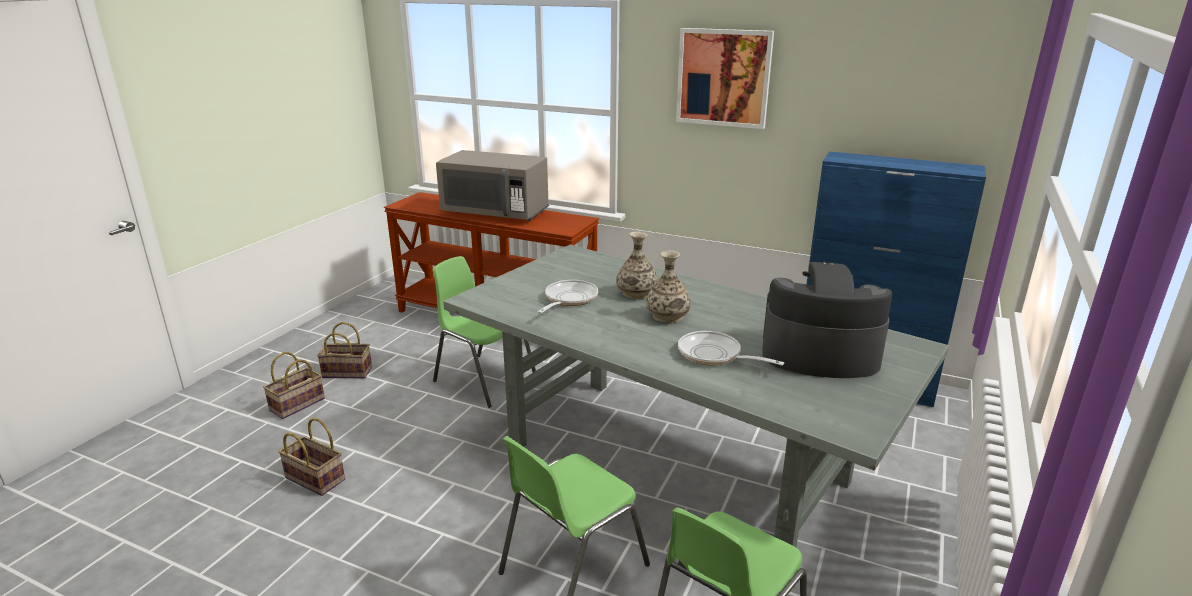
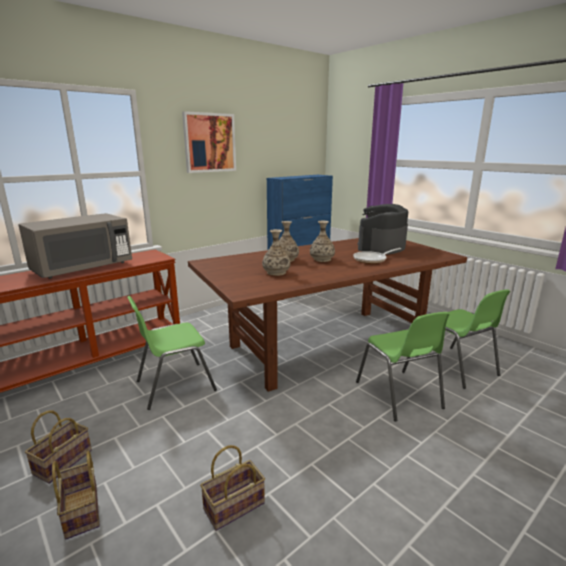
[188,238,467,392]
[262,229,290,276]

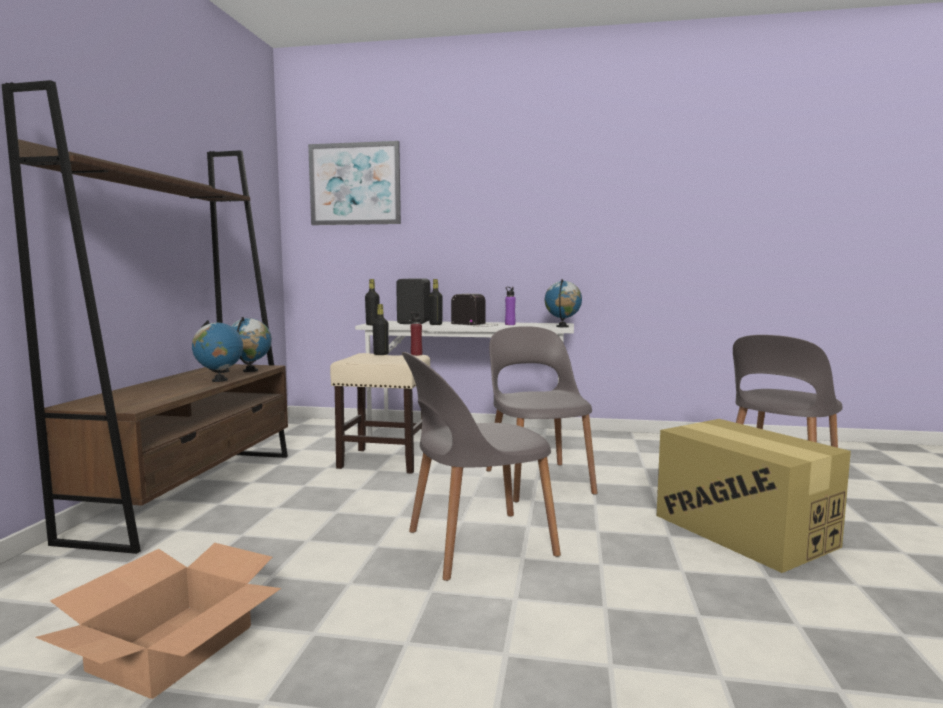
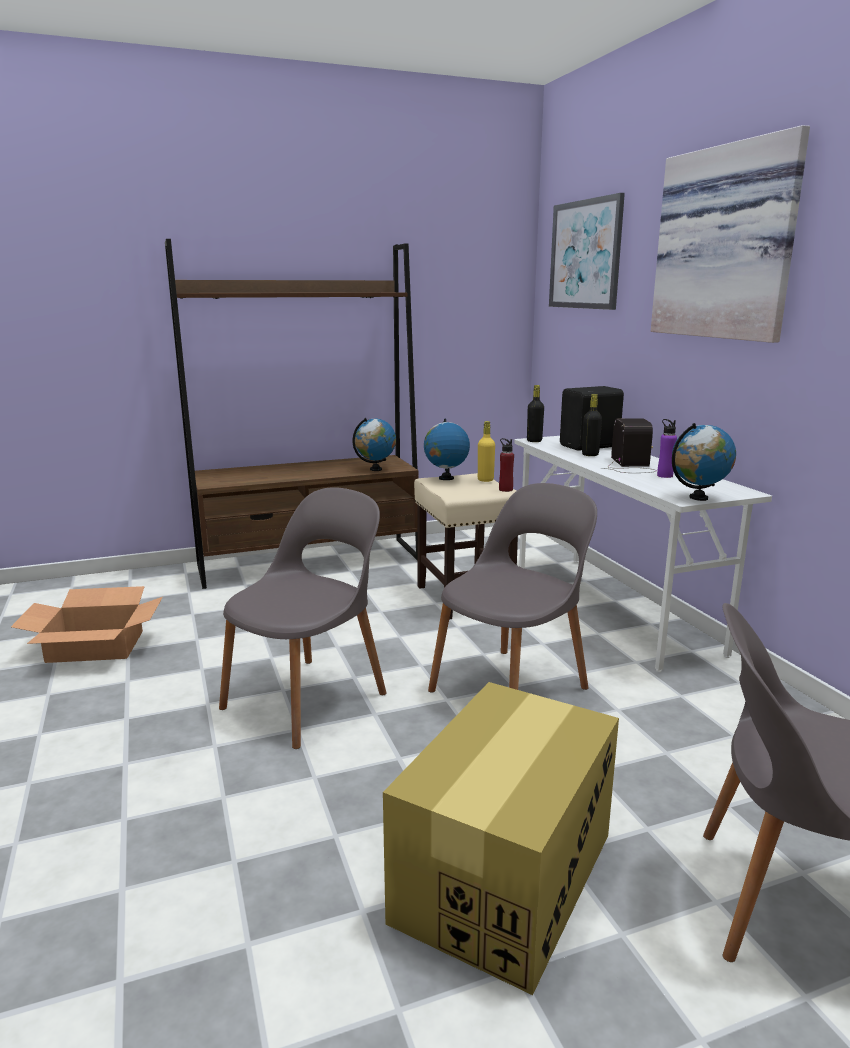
[424,419,470,480]
[478,421,495,482]
[219,487,386,749]
[651,125,810,343]

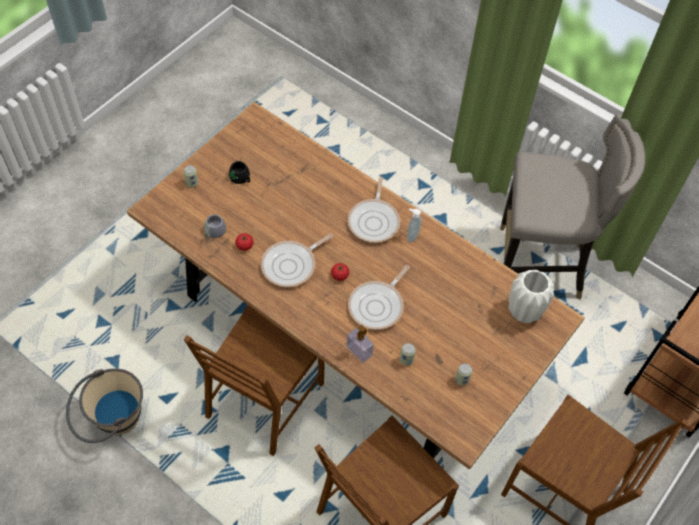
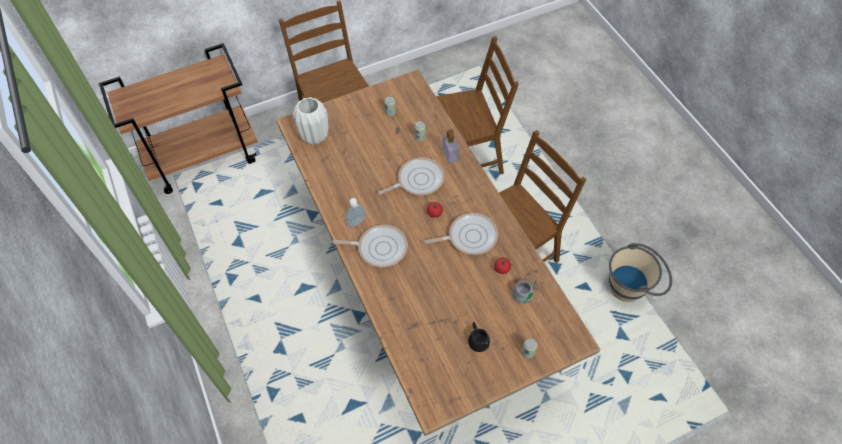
[332,225,408,267]
[500,113,645,300] (first image)

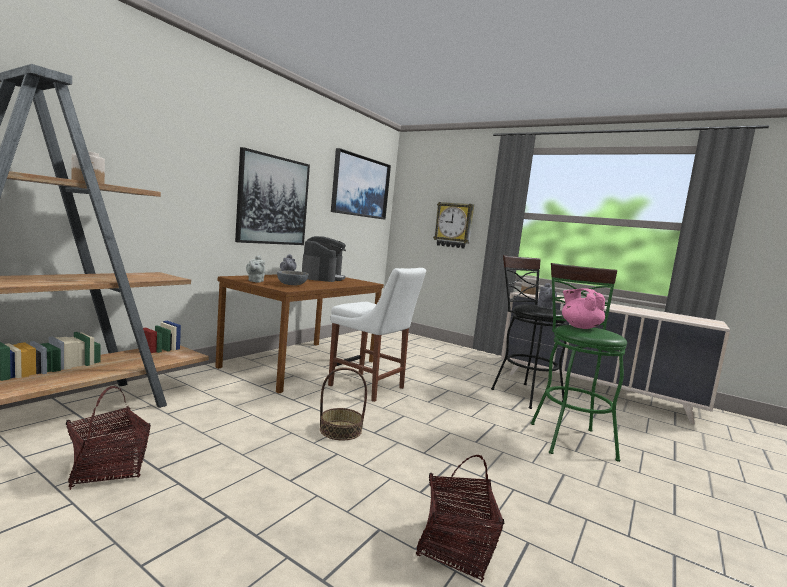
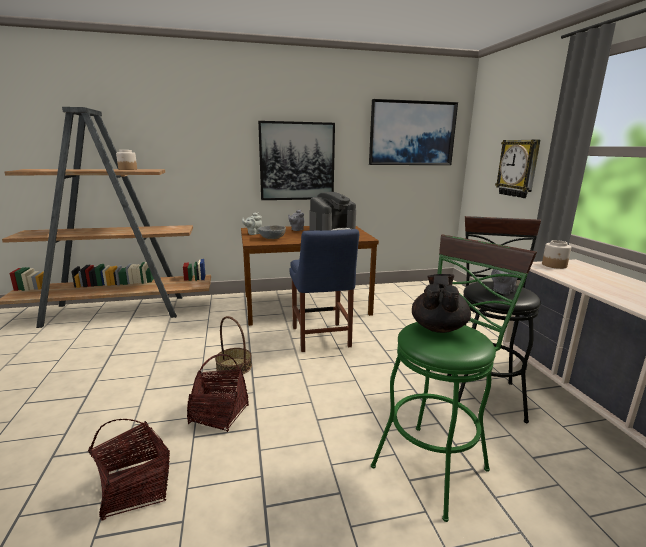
[187,354,249,432]
[290,229,359,352]
[412,274,471,333]

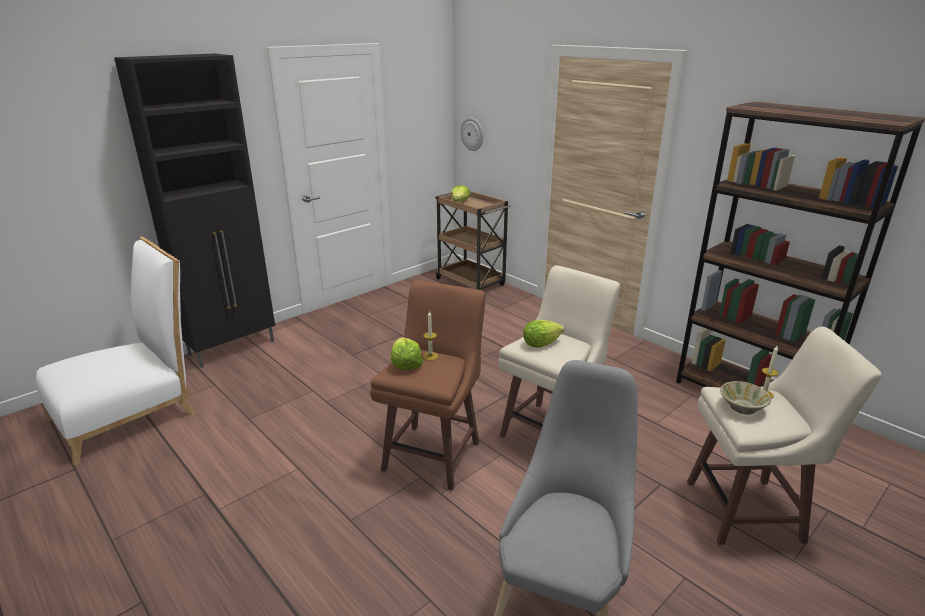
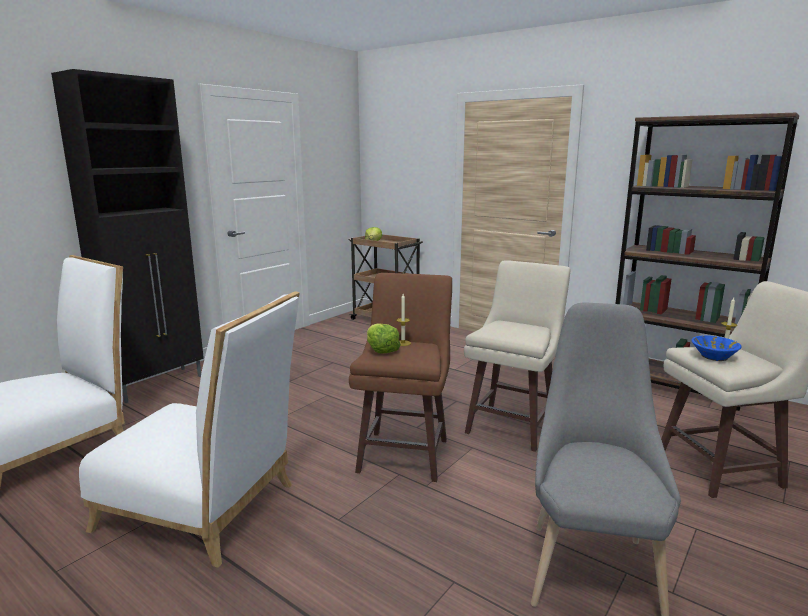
[460,117,483,151] (first image)
[523,320,564,348] (first image)
[691,335,742,361]
[79,291,299,567]

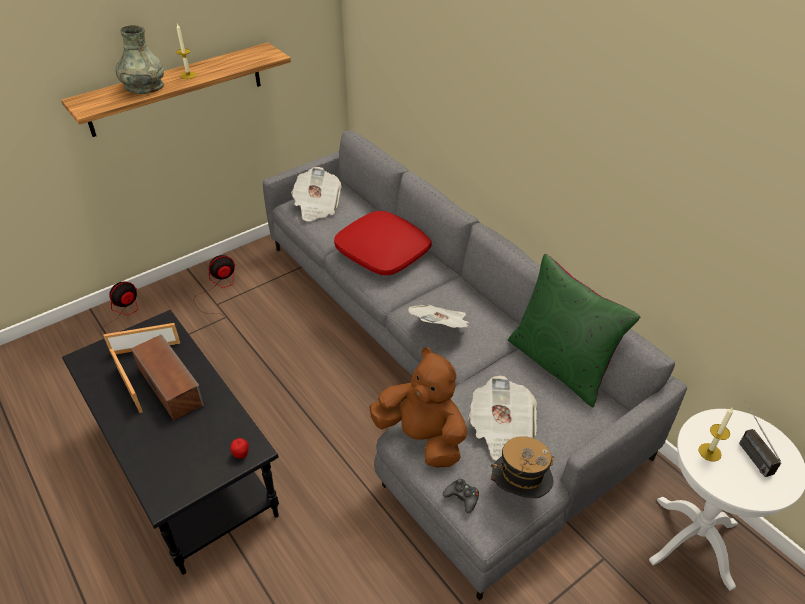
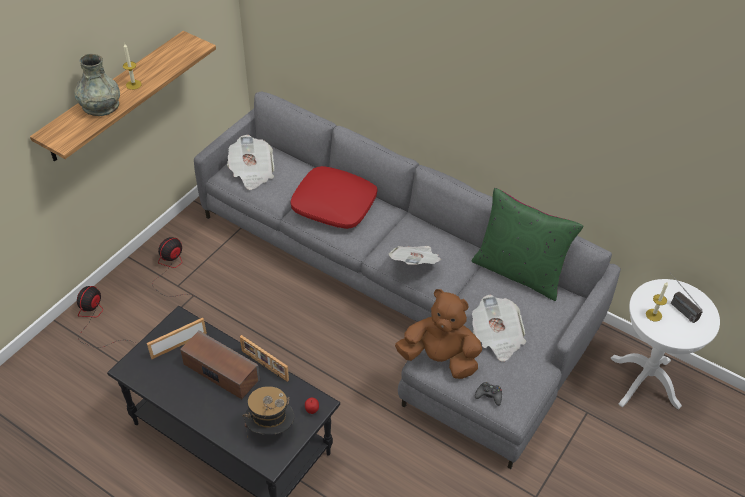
[240,335,289,382]
[242,386,294,438]

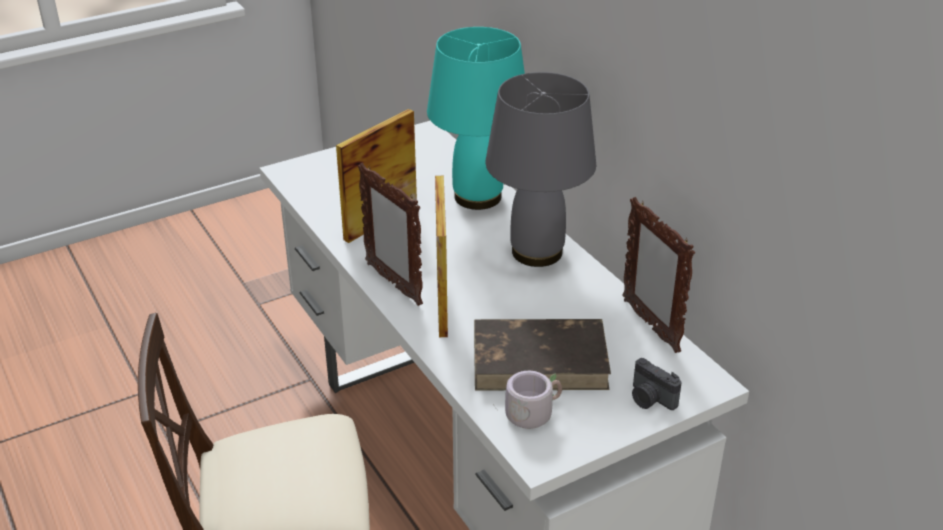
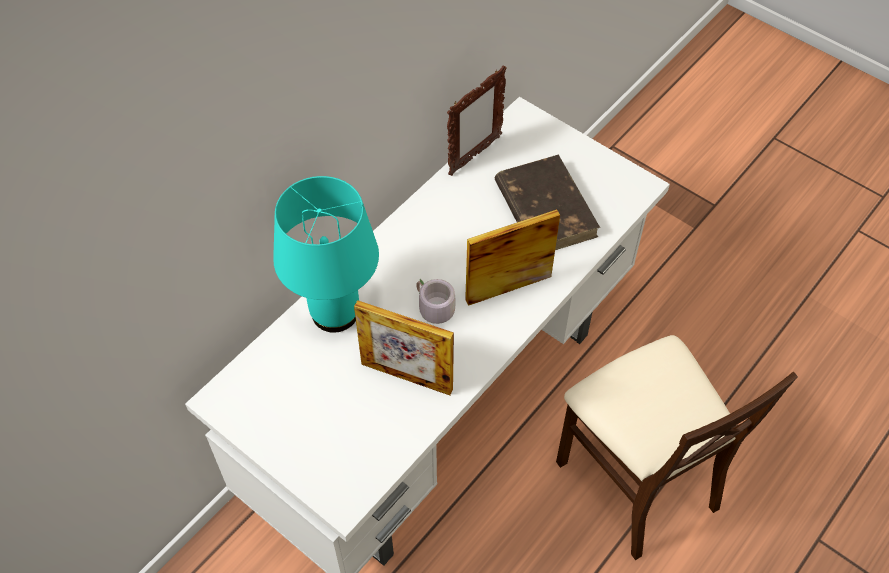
[358,163,423,306] (first image)
[485,72,596,267] (first image)
[416,279,455,324]
[632,358,682,410] (first image)

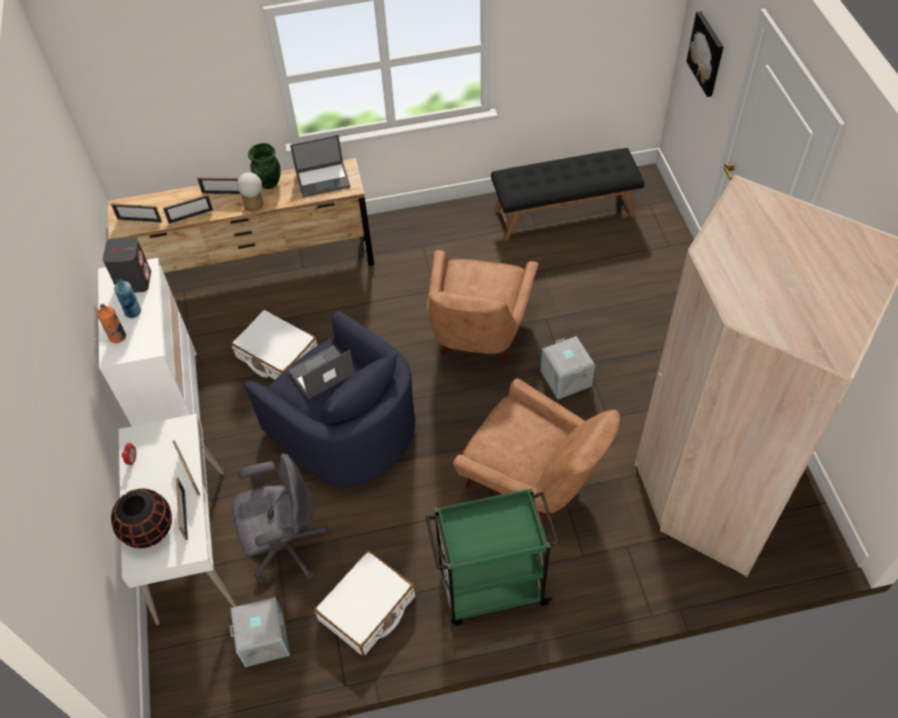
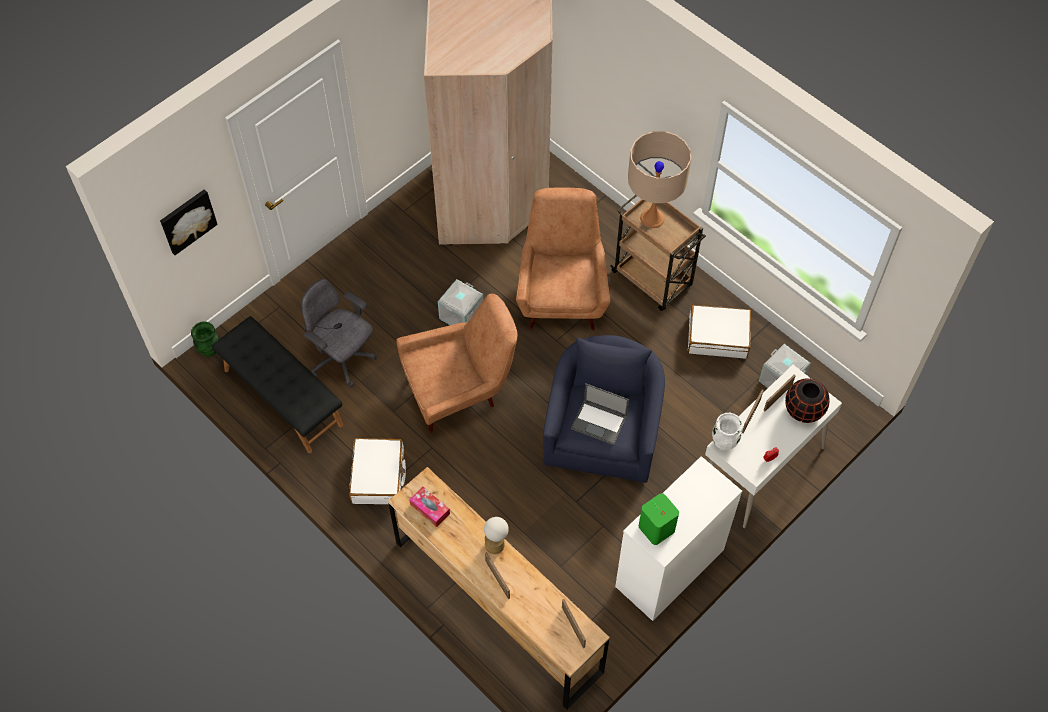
[97,304,126,343] (first image)
[639,493,679,545]
[114,279,141,318] (first image)
[163,194,213,224] (first image)
[349,438,406,504]
[302,279,377,387]
[191,321,219,356]
[409,487,450,527]
[610,195,706,311]
[628,131,691,228]
[712,413,743,450]

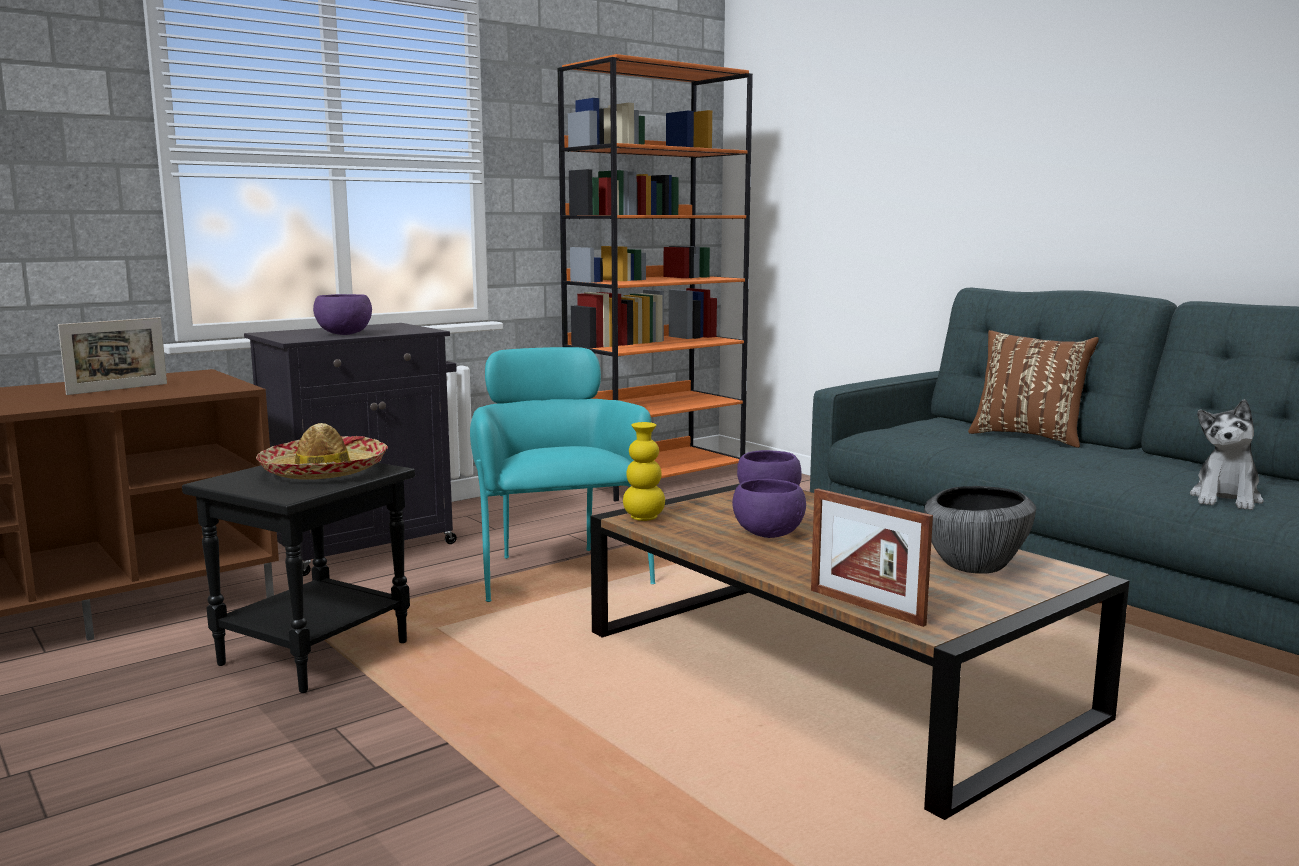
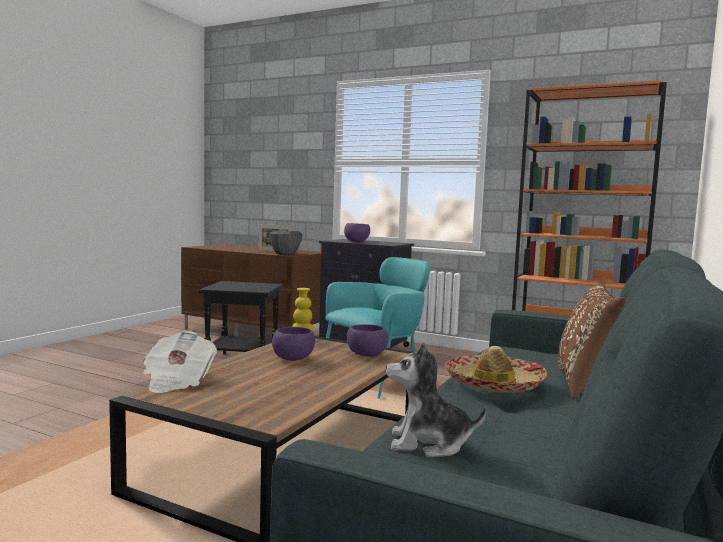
[444,346,547,393]
[143,331,217,393]
[269,231,302,255]

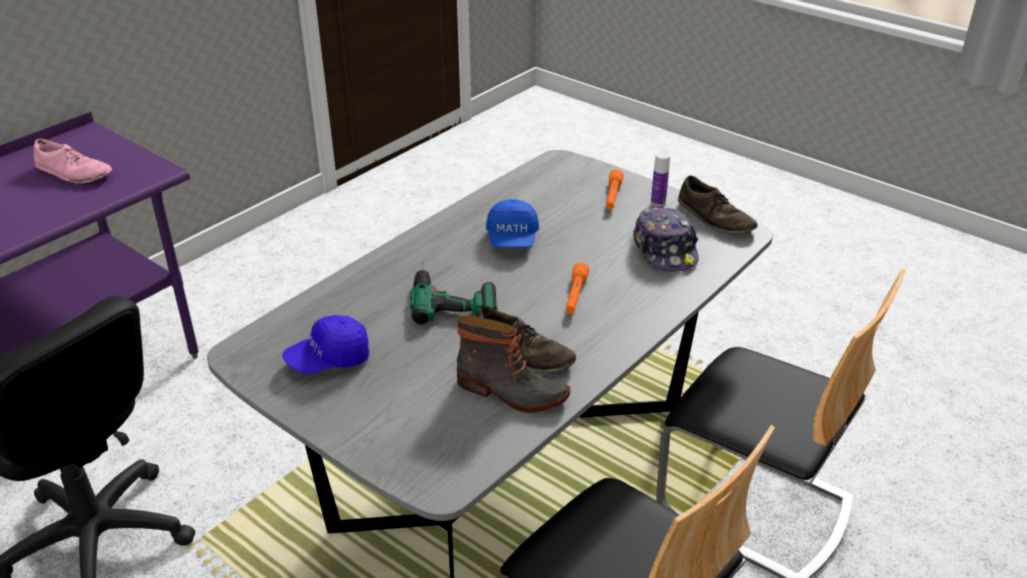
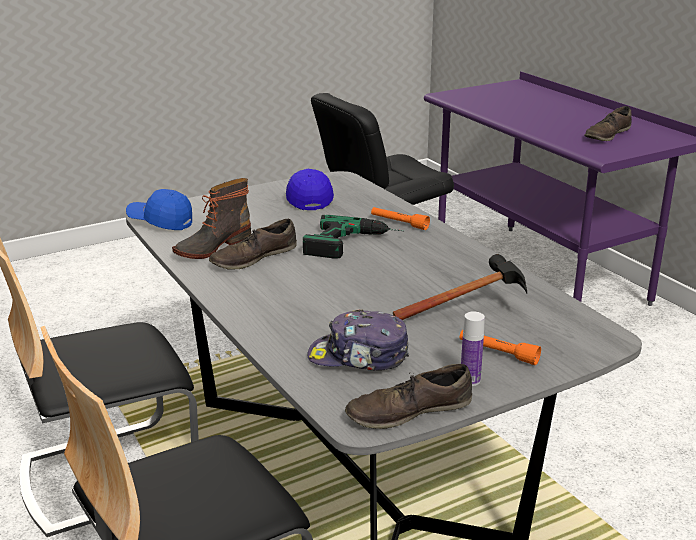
[584,106,632,141]
[126,189,192,230]
[371,207,430,230]
[393,254,527,320]

